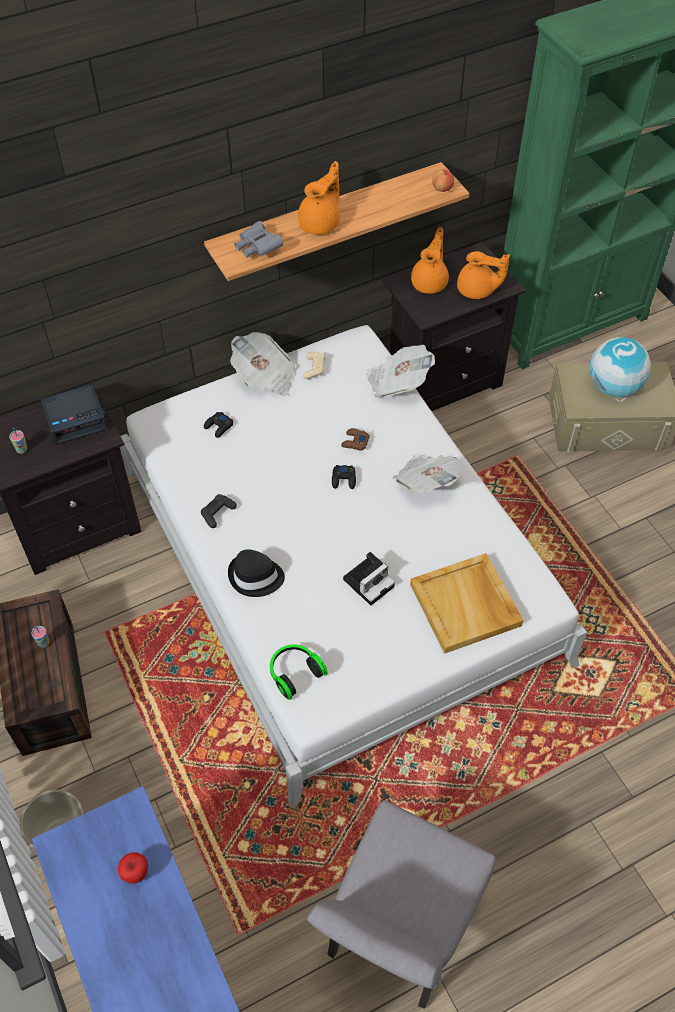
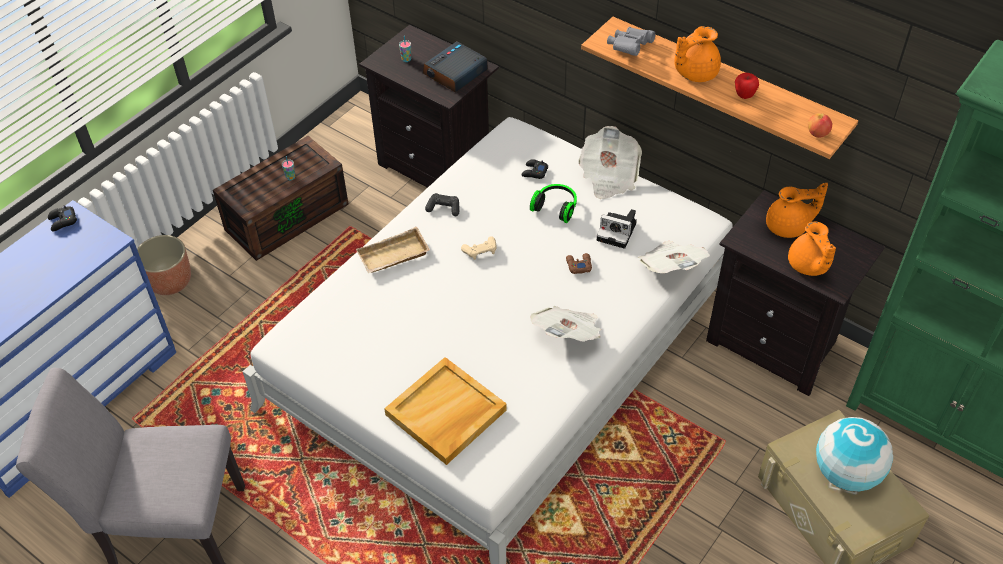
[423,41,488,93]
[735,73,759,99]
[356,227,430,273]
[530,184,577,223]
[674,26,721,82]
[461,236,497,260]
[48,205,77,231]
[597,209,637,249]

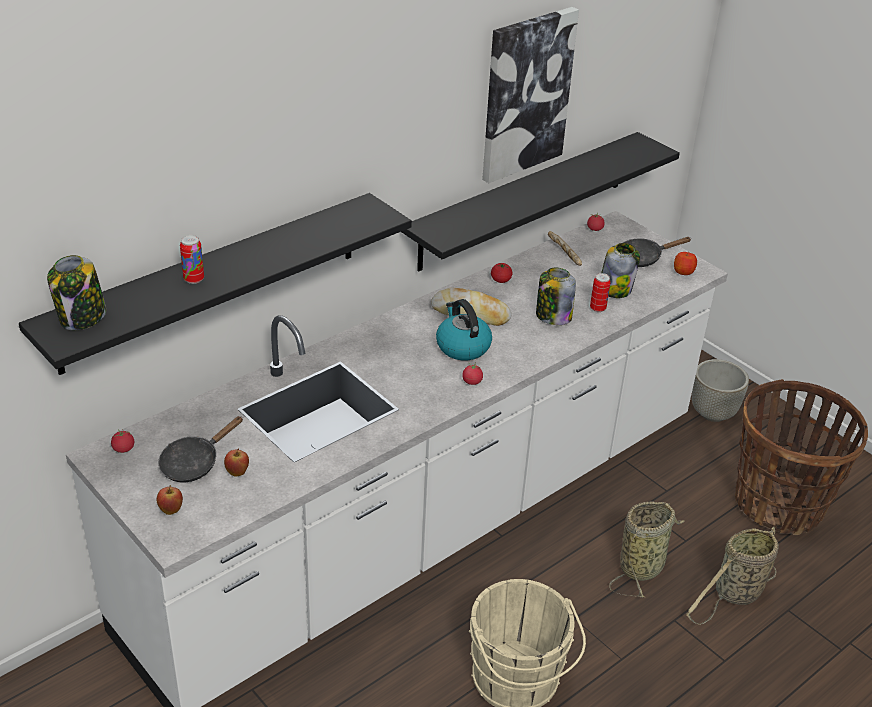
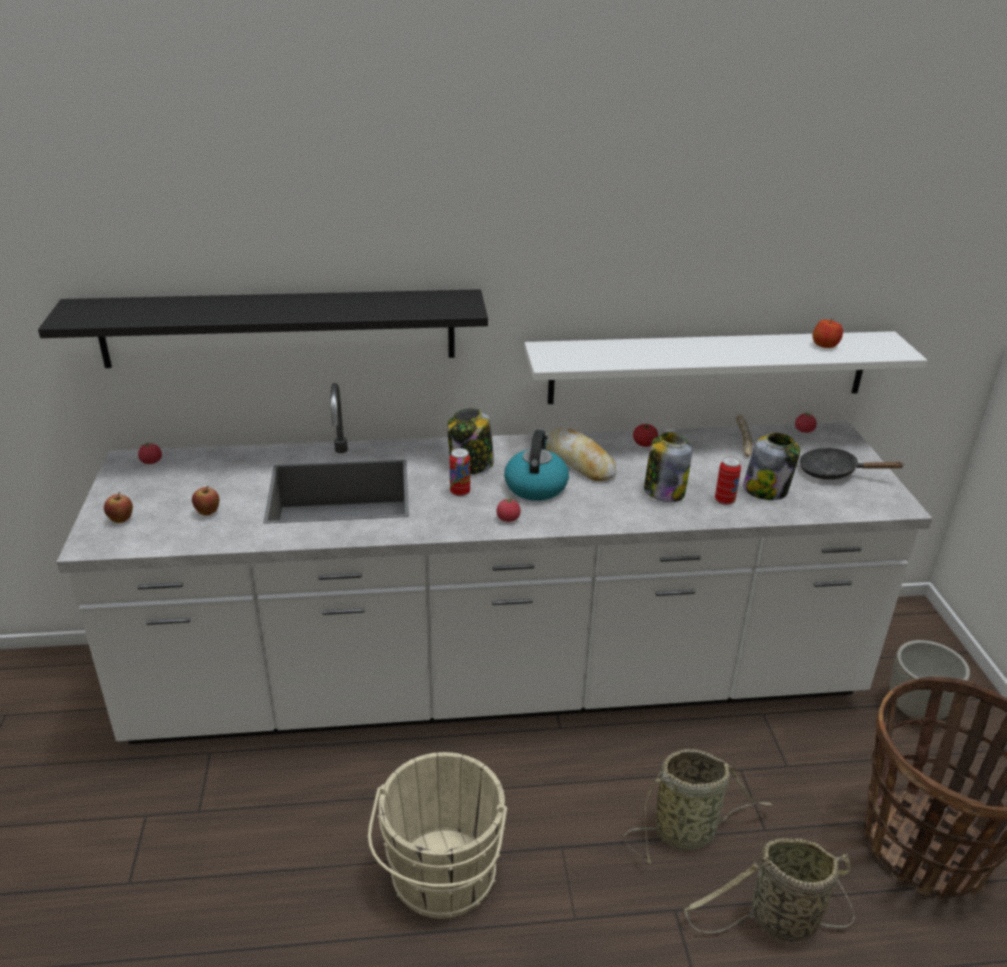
[447,408,494,475]
[158,416,243,482] (first image)
[450,448,470,497]
[524,331,927,404]
[482,7,579,183] (first image)
[812,320,843,348]

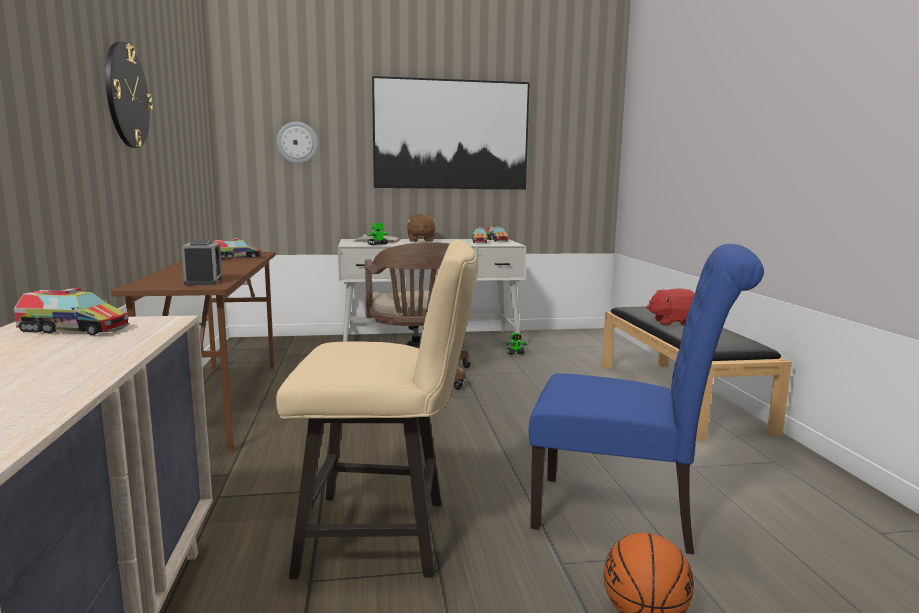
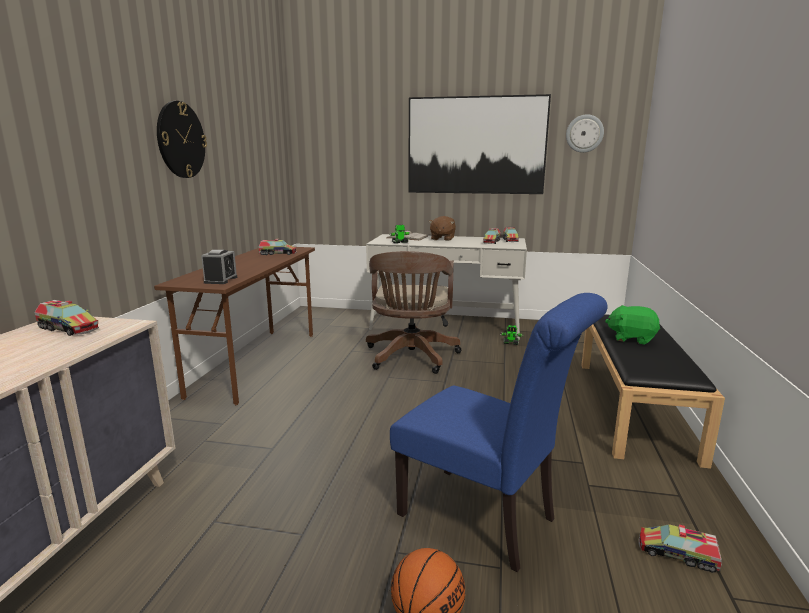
[566,114,604,153]
[276,240,477,579] (first image)
[605,305,660,345]
[638,524,722,573]

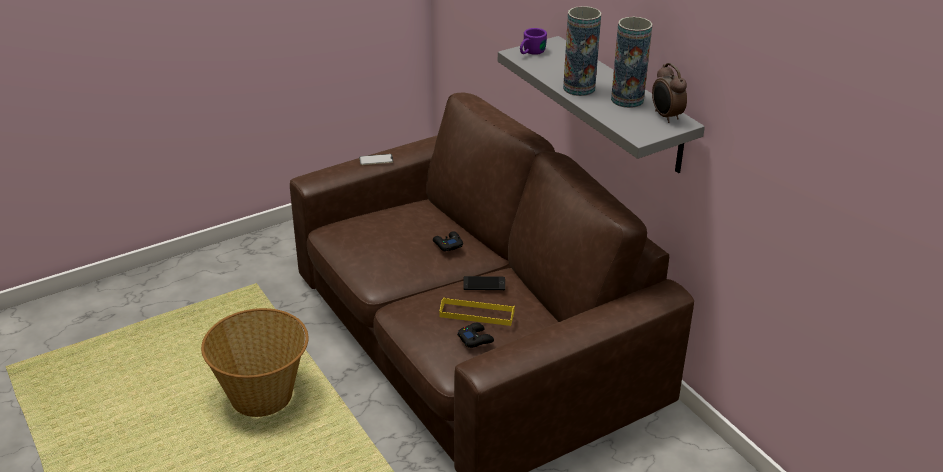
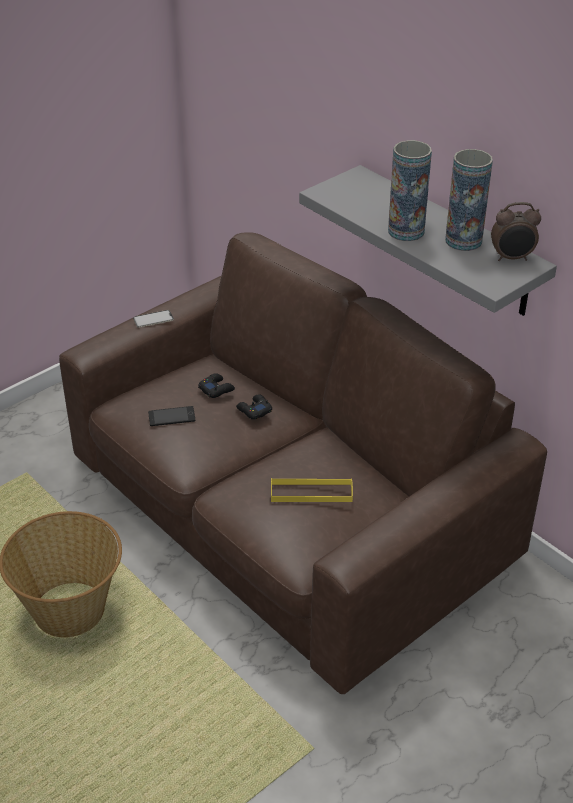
[198,373,235,398]
[148,406,195,426]
[520,28,547,55] (first image)
[491,202,541,261]

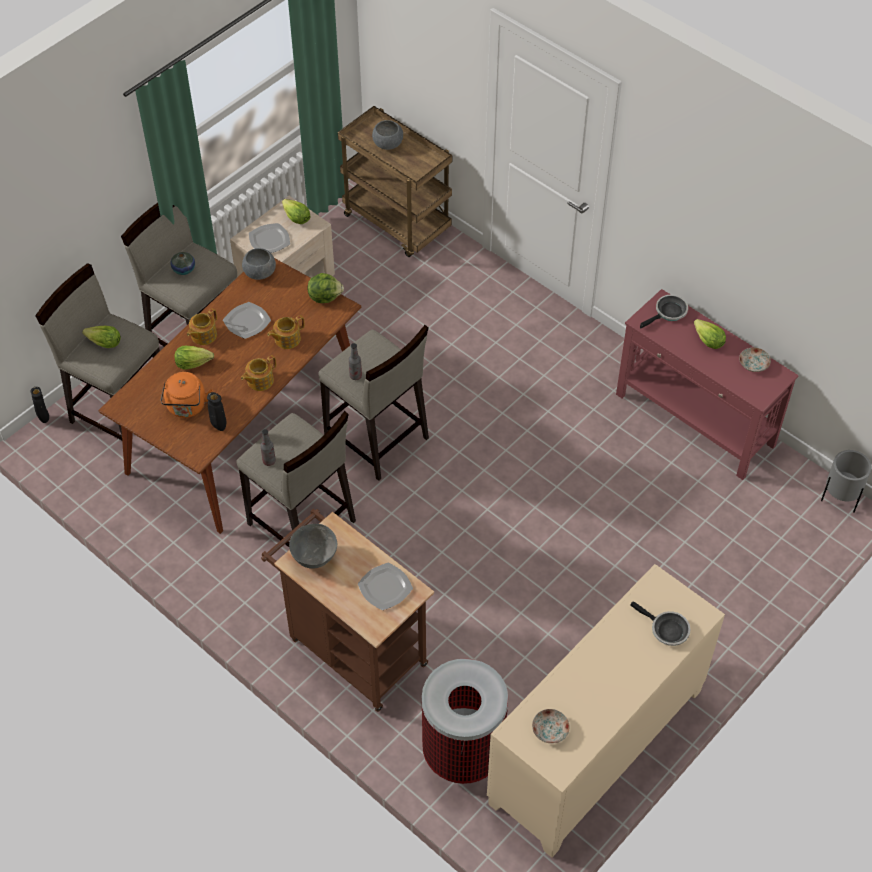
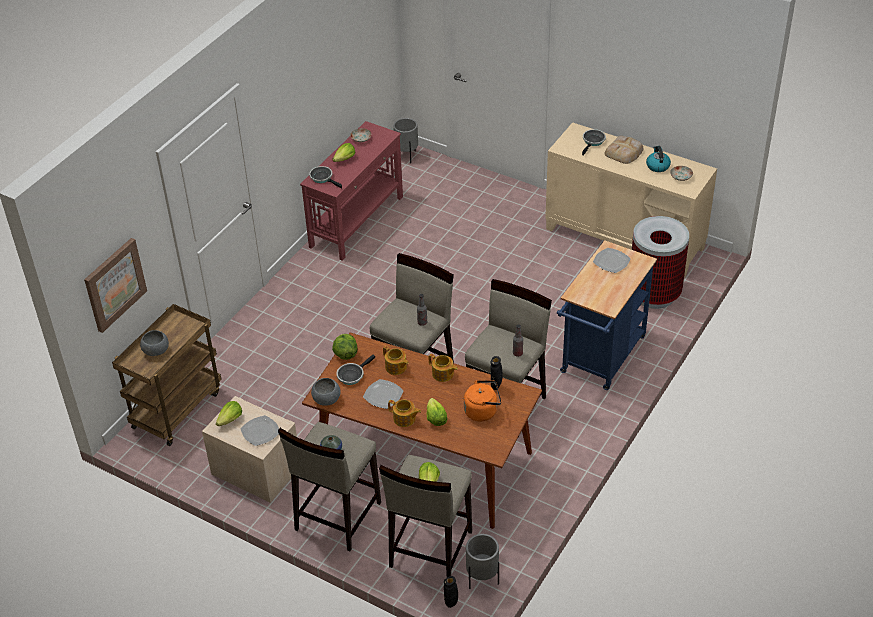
[557,240,657,390]
[289,524,337,569] (first image)
[84,238,147,333]
[337,355,375,385]
[466,534,499,589]
[604,136,644,164]
[646,146,671,172]

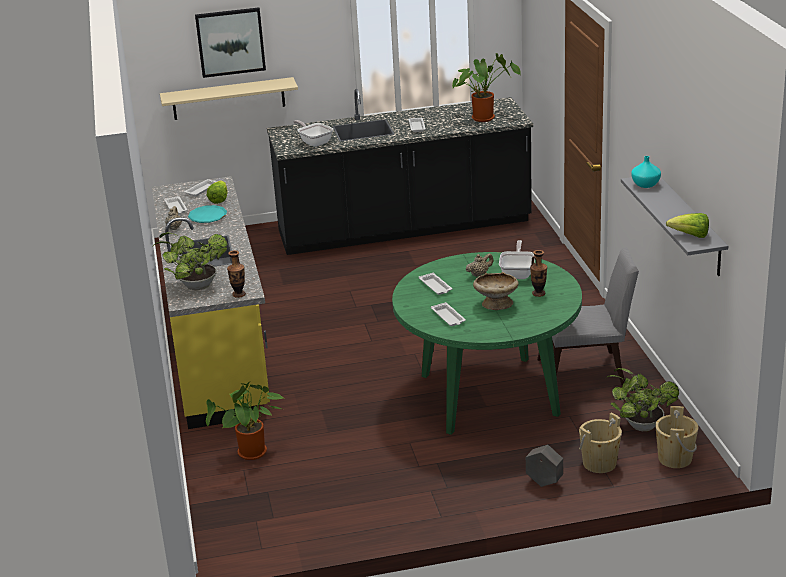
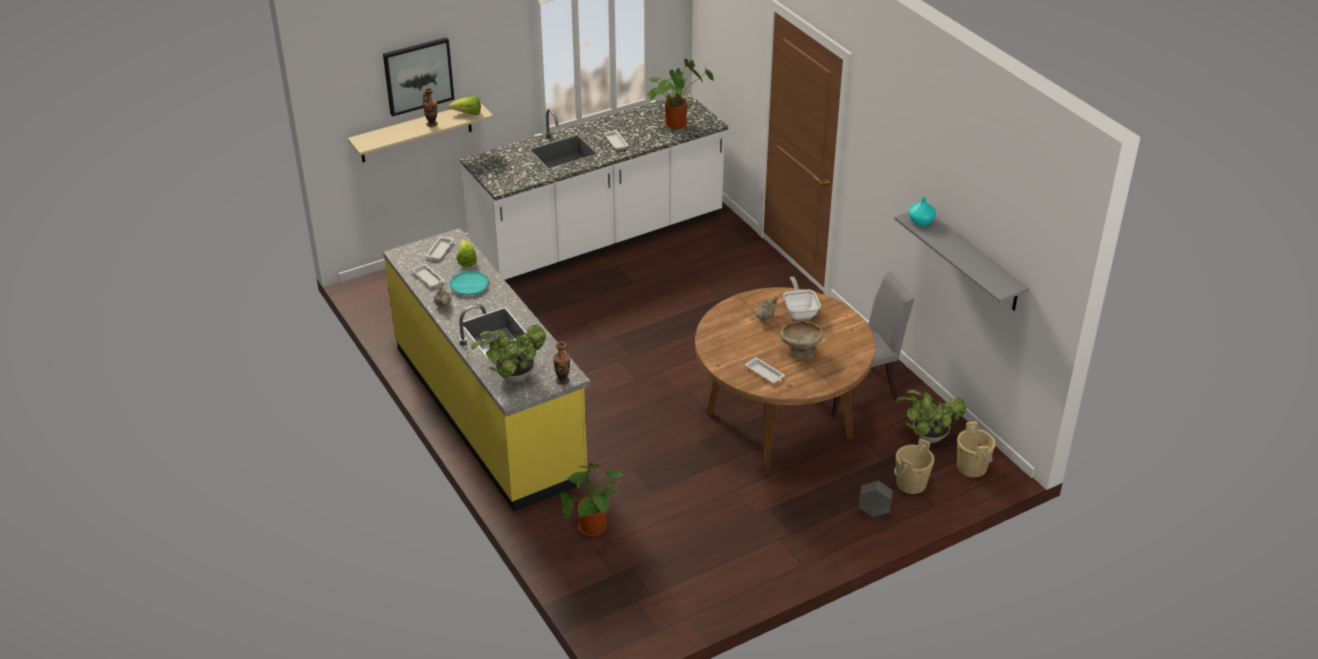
[460,92,728,283]
[293,120,333,147] (first image)
[695,287,875,475]
[419,273,452,295] (first image)
[423,88,438,127]
[448,96,481,115]

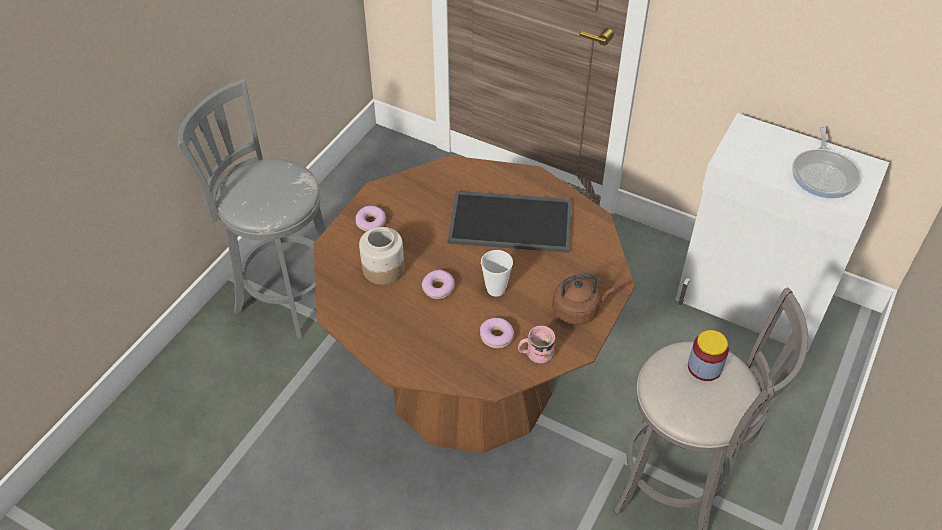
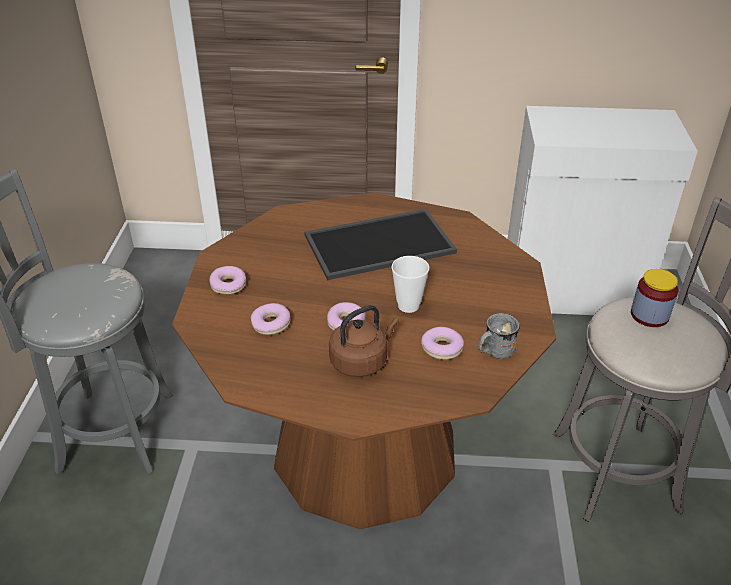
[251,303,290,335]
[478,313,519,360]
[329,305,399,377]
[792,126,861,198] (first image)

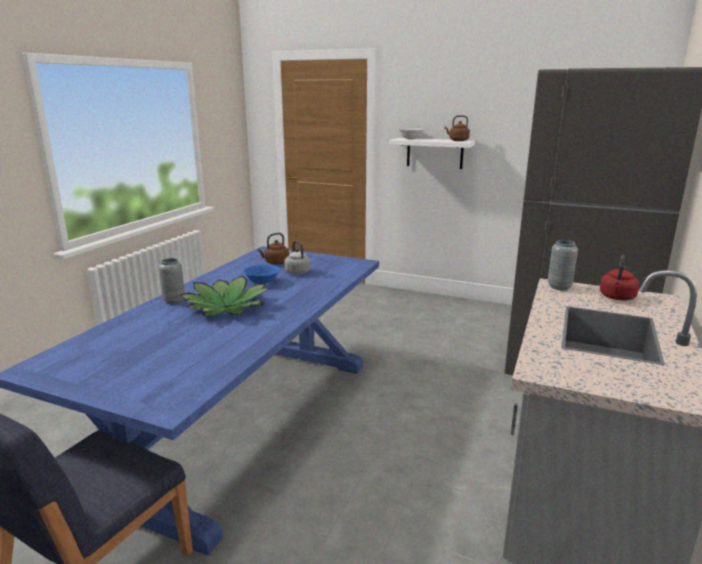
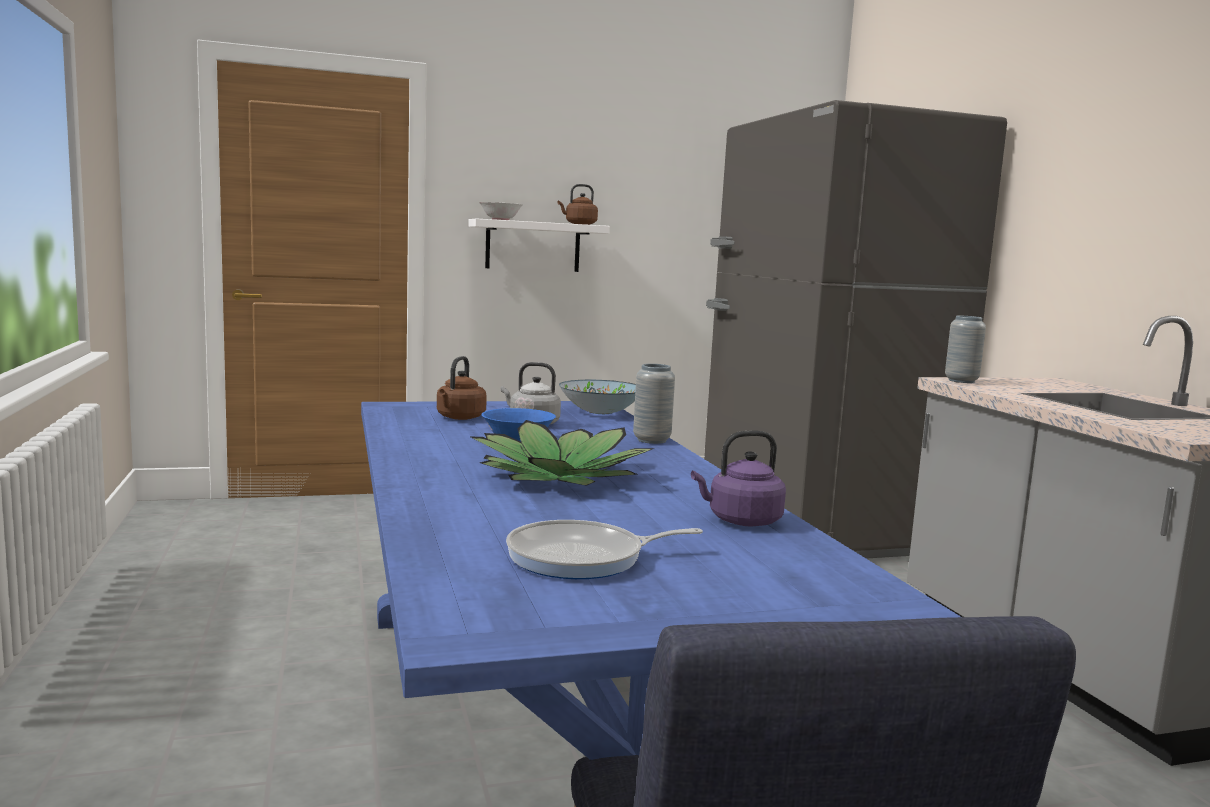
[633,364,675,444]
[600,255,640,300] (first image)
[506,520,703,579]
[559,380,636,414]
[691,430,786,526]

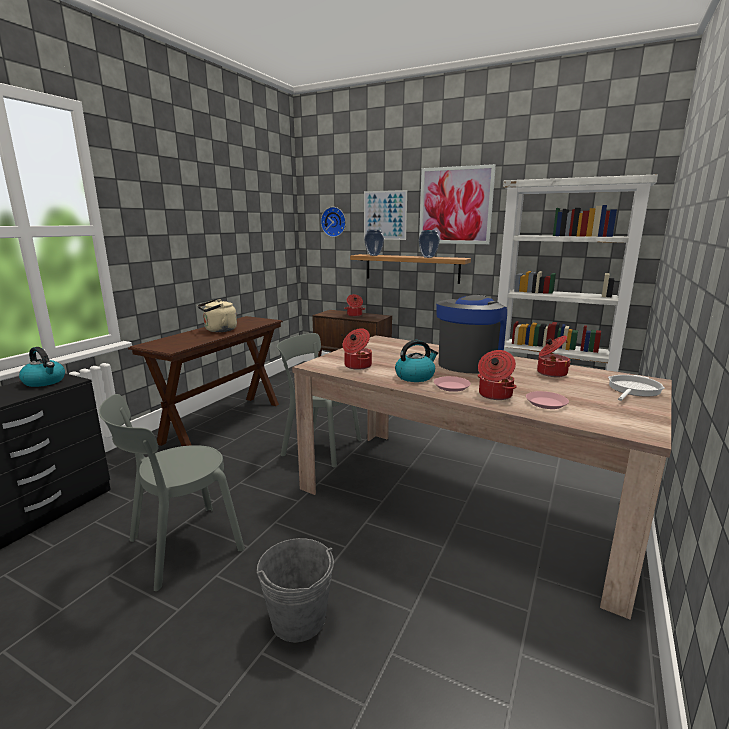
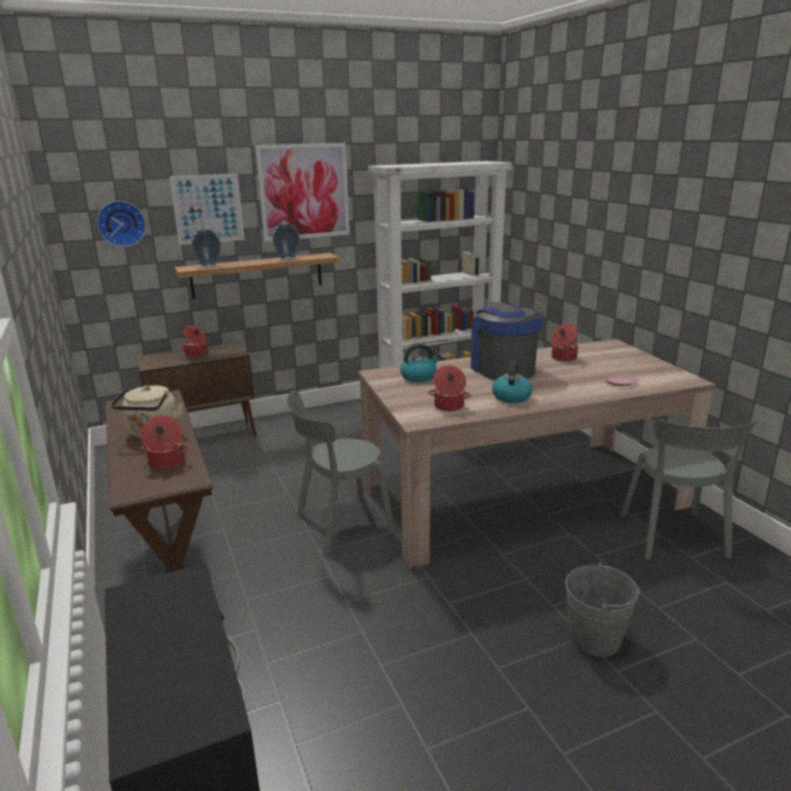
[400,344,441,382]
[621,418,760,560]
[434,376,471,392] (first image)
[141,415,189,469]
[608,375,665,401] (first image)

